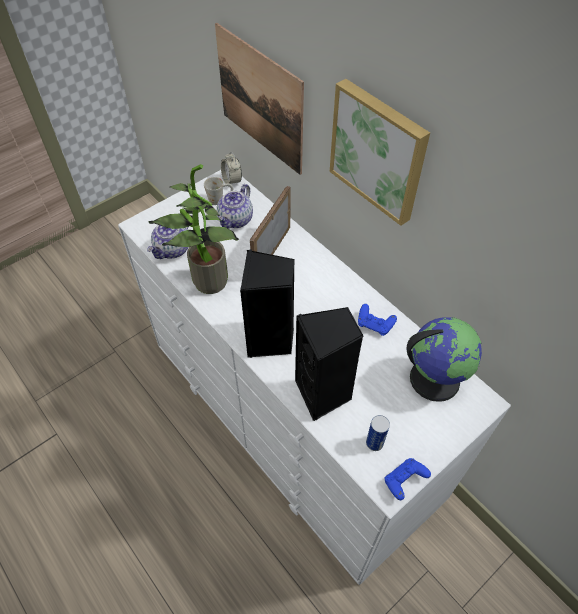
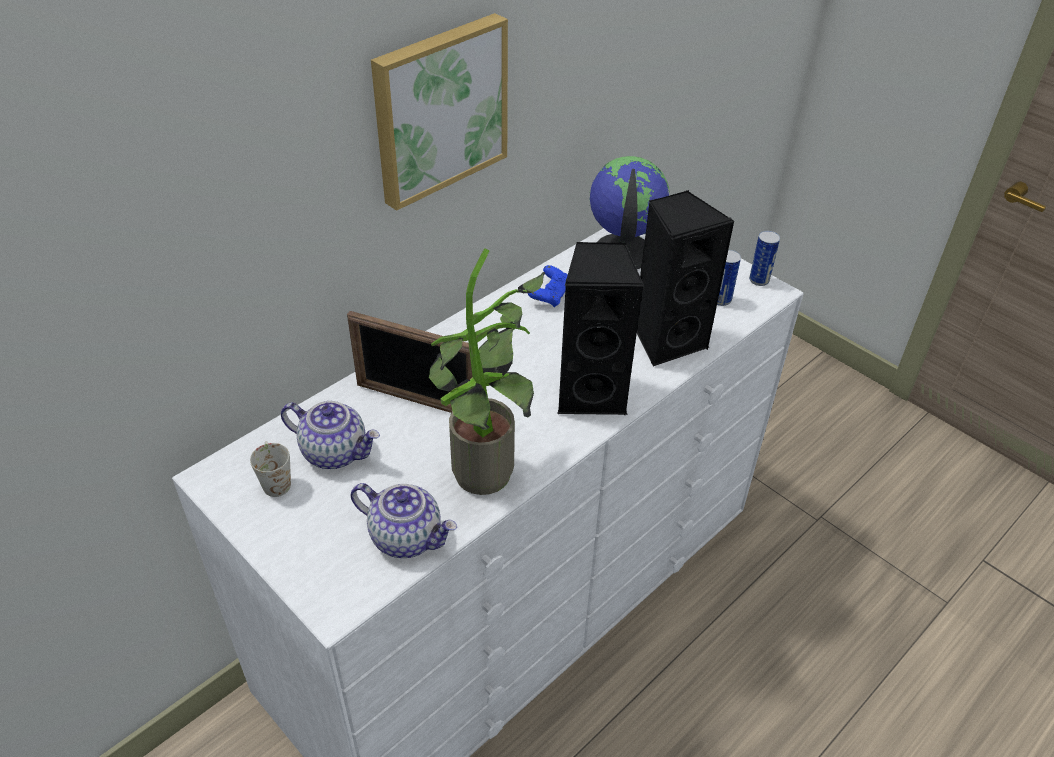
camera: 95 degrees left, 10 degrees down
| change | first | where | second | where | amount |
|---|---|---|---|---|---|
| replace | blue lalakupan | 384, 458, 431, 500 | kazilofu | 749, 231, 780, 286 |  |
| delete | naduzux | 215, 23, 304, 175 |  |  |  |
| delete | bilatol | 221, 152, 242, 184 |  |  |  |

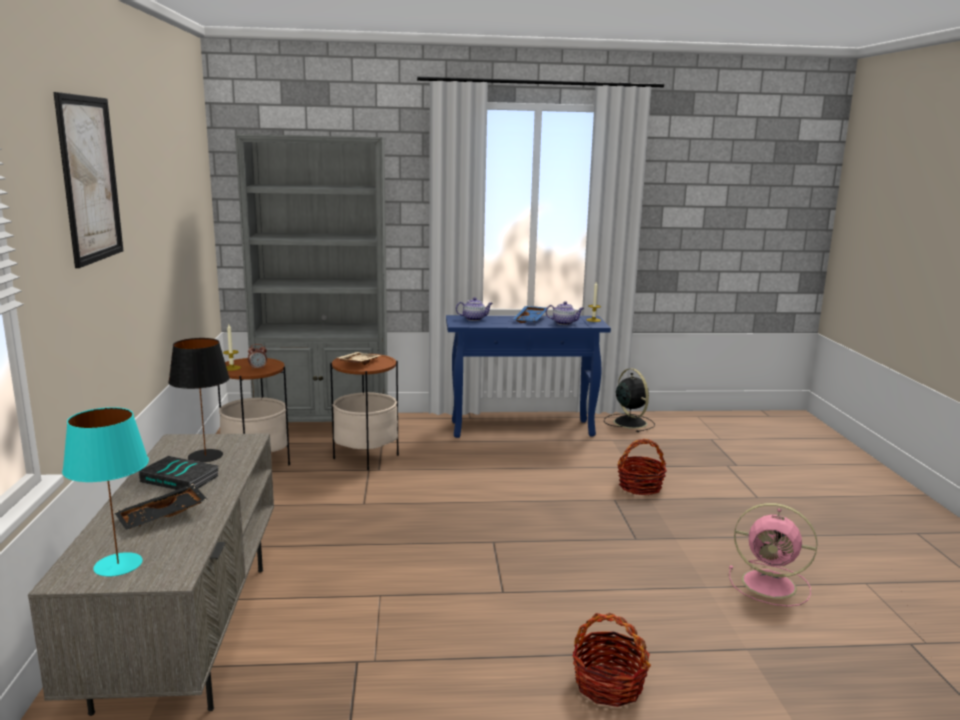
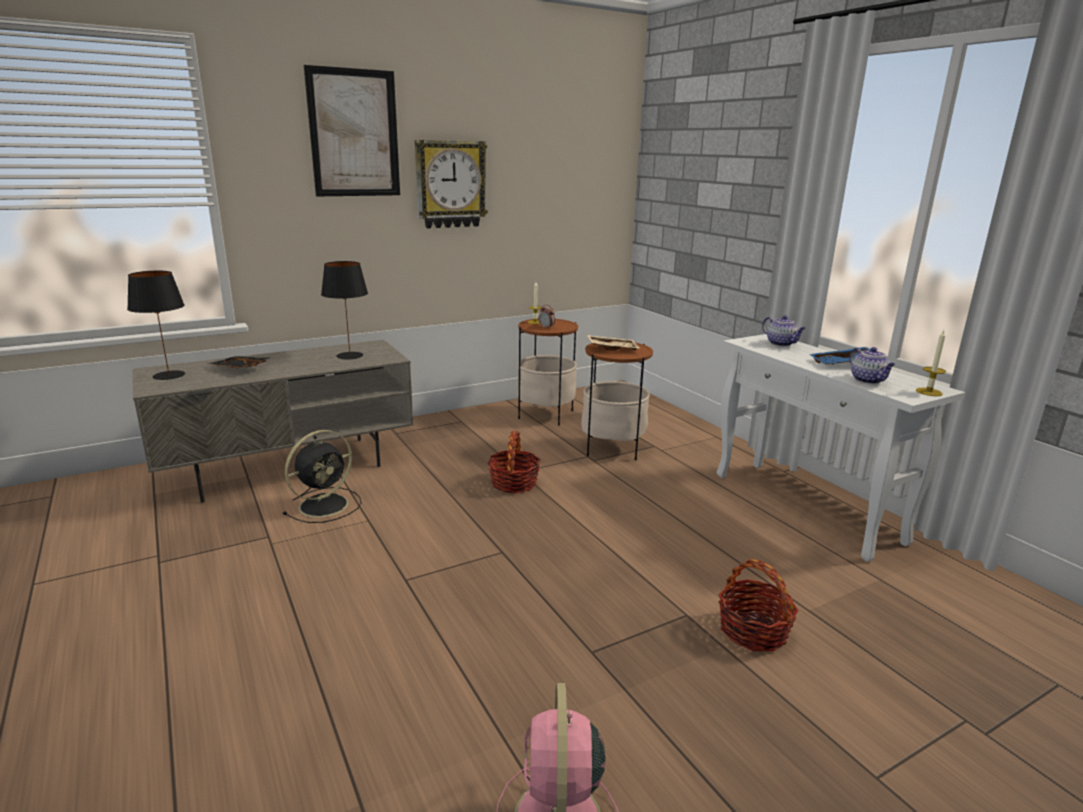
camera: 65 degrees right, 5 degrees up
| change | first | where | second | where | amount |
|---|---|---|---|---|---|
| recolor | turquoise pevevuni | 62, 407, 149, 576 | black pevevuni | 127, 271, 185, 380 |  |
| move | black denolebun | 604, 368, 655, 432 |  | 282, 430, 361, 523 |  |
| insert |  |  | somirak | 415, 140, 488, 228 |  |
| move | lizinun | 573, 613, 651, 707 |  | 487, 431, 541, 493 |  |
| recolor | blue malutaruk | 446, 315, 611, 438 | white malutaruk | 717, 334, 965, 562 |  |
| delete | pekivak | 138, 456, 218, 490 |  |  |  |
| delete | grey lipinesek | 235, 134, 388, 422 |  |  |  |

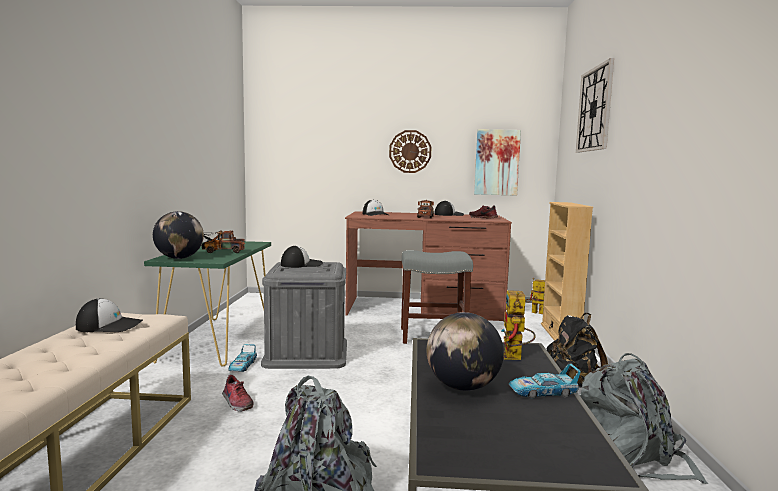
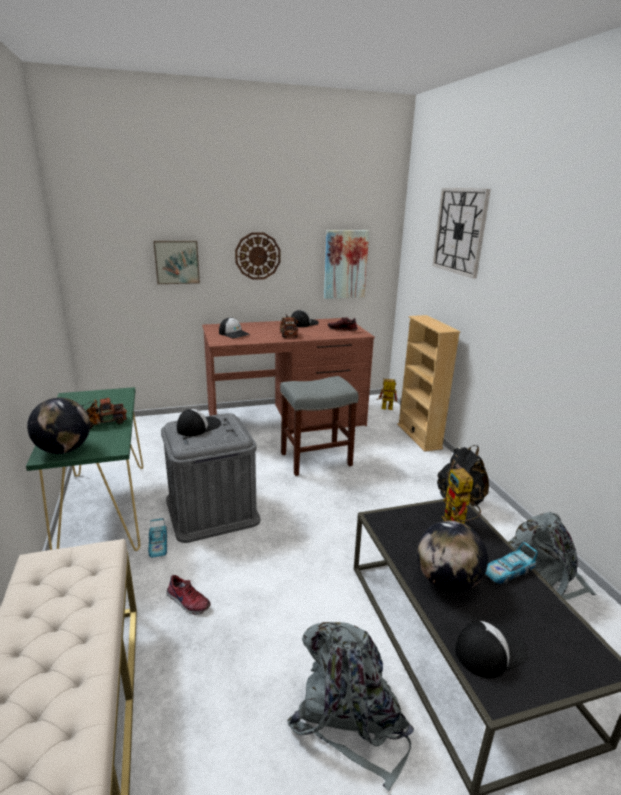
camera: 20 degrees left, 15 degrees up
| change | first | where | second | where | amount |
|---|---|---|---|---|---|
| insert |  |  | naduzux | 153, 241, 200, 284 |  |
| move | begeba | 76, 298, 143, 332 |  | 455, 621, 528, 678 |  |

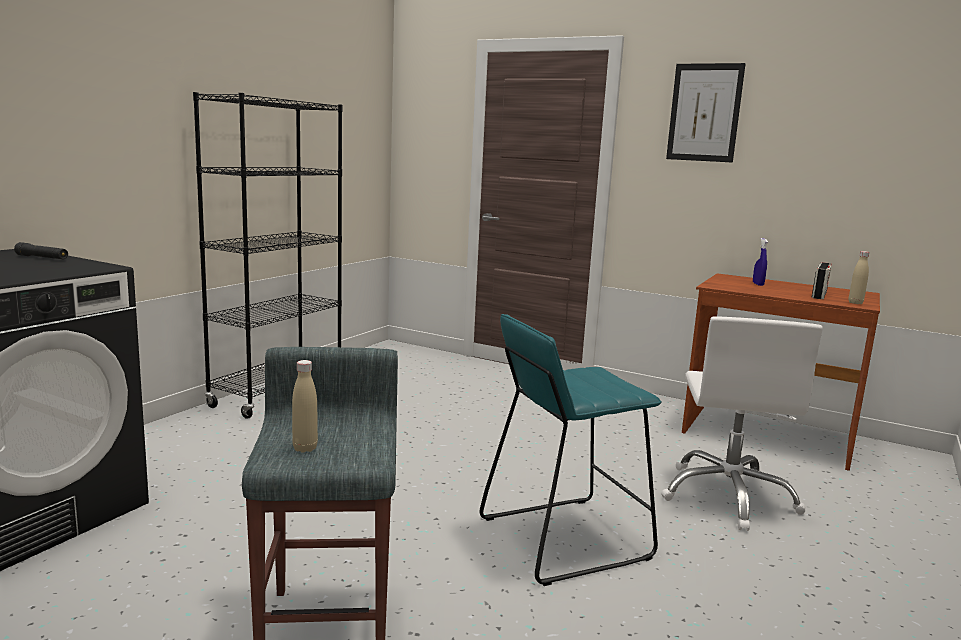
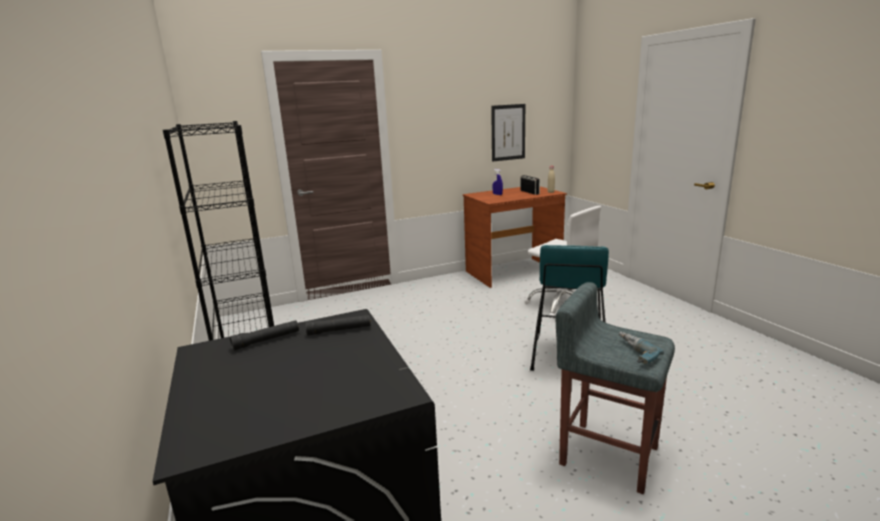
camera: 50 degrees left, 5 degrees up
| change | first | where | second | where | amount |
|---|---|---|---|---|---|
| insert |  |  | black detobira | 306, 315, 371, 336 |  |
| move | naduzux | 666, 63, 746, 163 |  | 491, 104, 525, 162 |  |
| replace | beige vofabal | 292, 360, 318, 453 | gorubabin | 619, 332, 664, 364 |  |

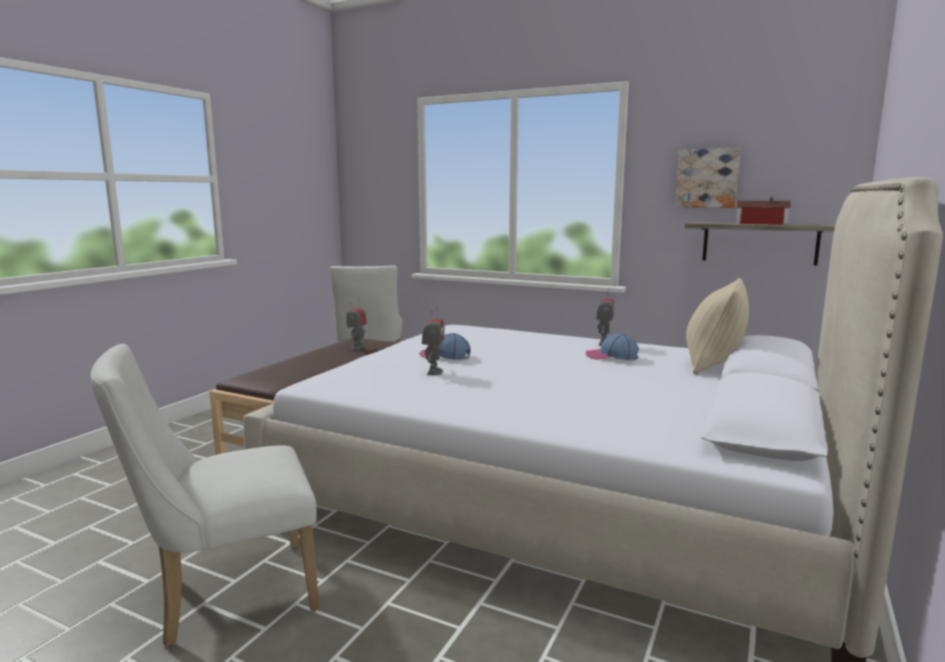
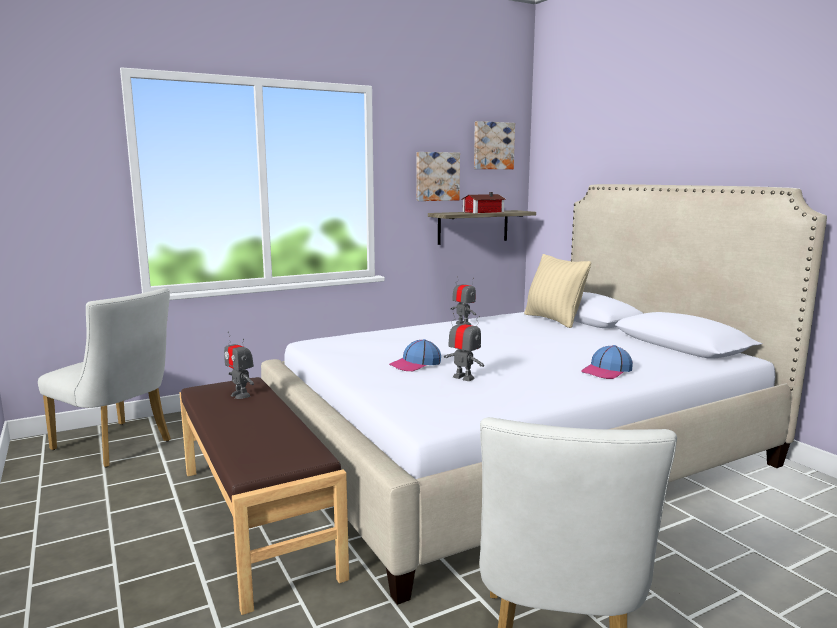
camera: 55 degrees left, 0 degrees up
| change | first | where | second | where | amount |
|---|---|---|---|---|---|
| insert |  |  | naduzux | 474, 121, 515, 169 |  |
| move | begeba | 586, 333, 639, 360 |  | 581, 345, 633, 379 |  |

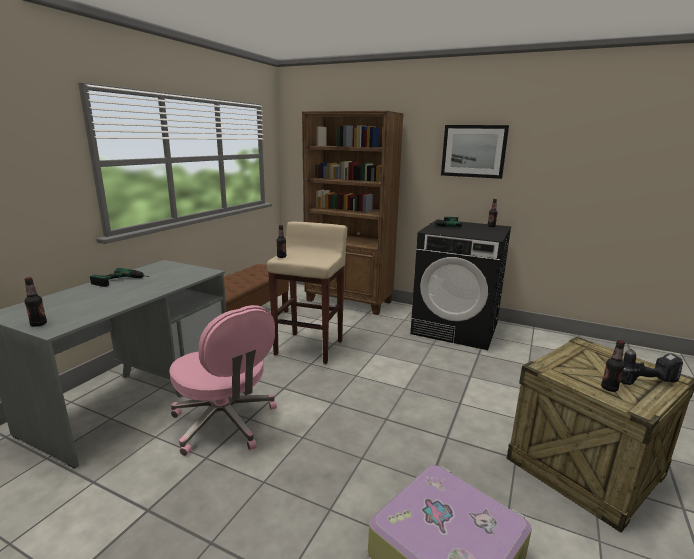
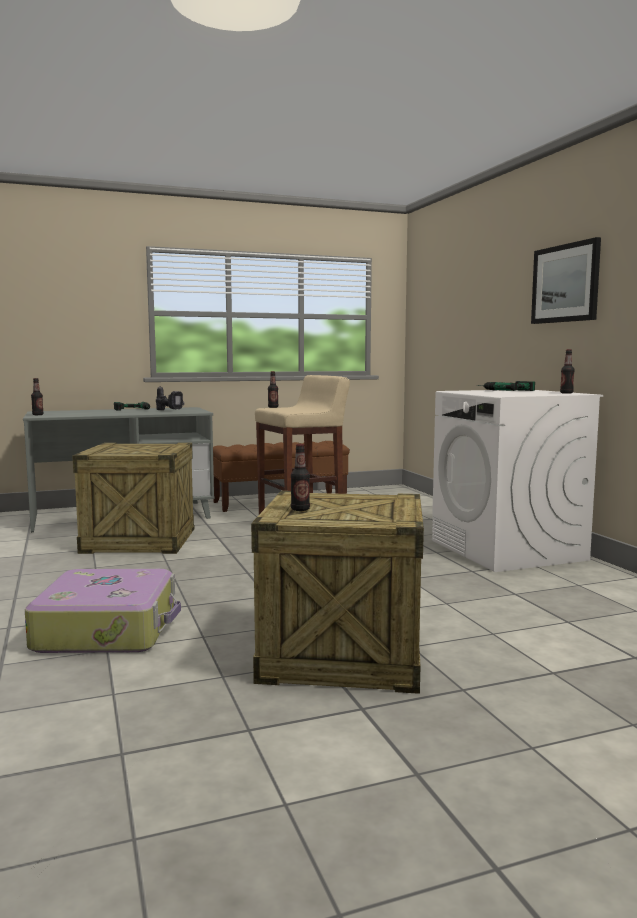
camera: 45 degrees right, 10 degrees down
| change | first | where | second | where | amount |
|---|---|---|---|---|---|
| replace | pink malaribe | 169, 305, 277, 456 | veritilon | 72, 443, 195, 554 |  |
| move | gorubabin | 620, 349, 683, 385 |  | 156, 386, 185, 410 |  |
| recolor | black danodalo | 410, 219, 511, 350 | white danodalo | 432, 390, 603, 572 |  |
| delete | brown lipinesek | 302, 111, 404, 315 |  |  |  |

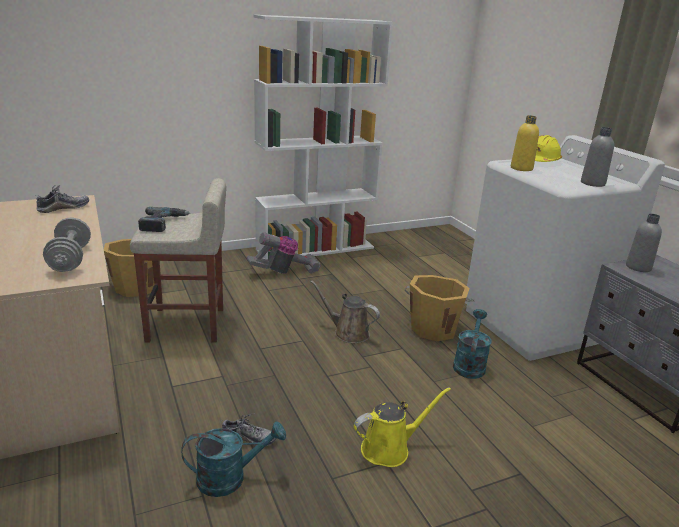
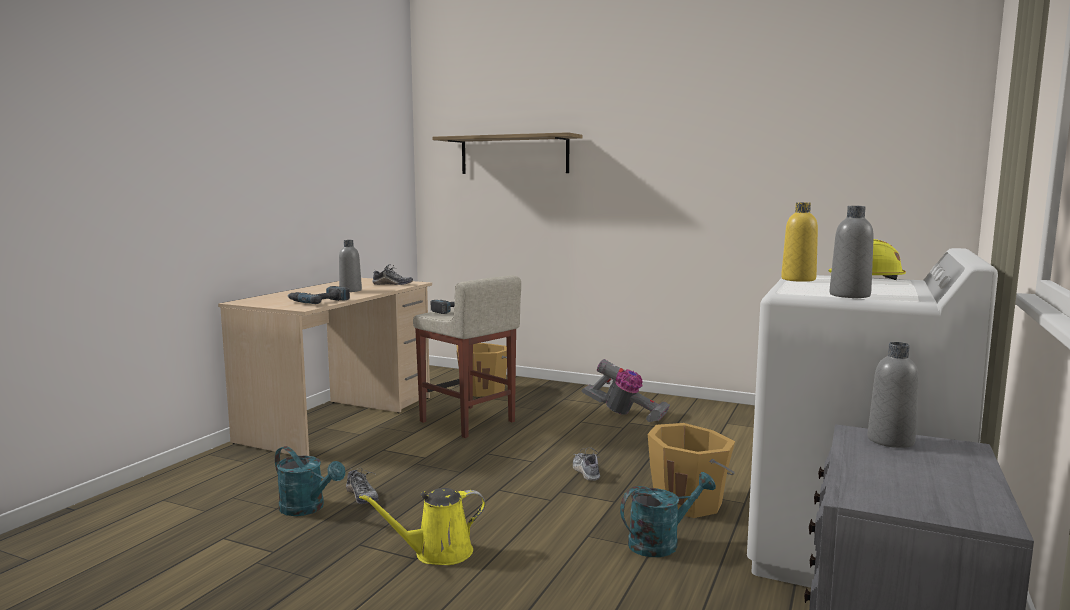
camera: 50 degrees right, 15 degrees down
| change | first | where | second | where | amount |
|---|---|---|---|---|---|
| replace | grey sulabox | 43, 217, 91, 272 | gorubabin | 288, 286, 350, 304 |  |
| insert |  |  | grey vofabal | 339, 240, 362, 292 |  |
| rotate | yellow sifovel | 354, 387, 451, 467 |  | 359, 488, 486, 565 | 135 degrees clockwise |
| insert |  |  | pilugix | 432, 132, 583, 174 |  |
| replace | brown sifovel | 311, 281, 380, 343 | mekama | 573, 447, 600, 481 |  |
| delete | white lipinesek | 253, 15, 393, 260 |  |  |  |

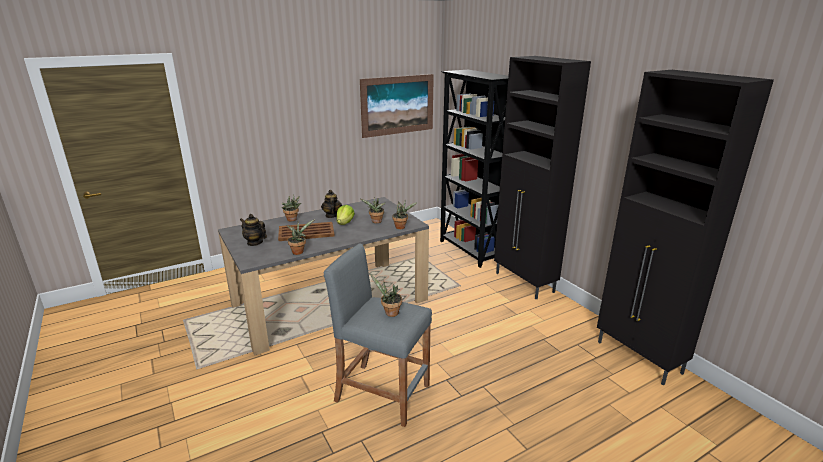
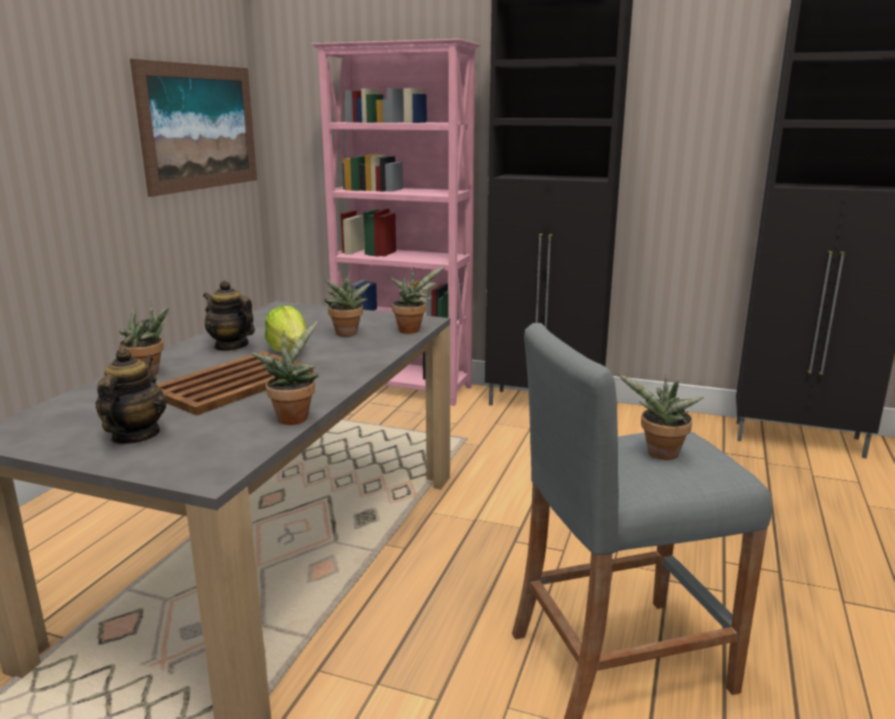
camera: 40 degrees left, 5 degrees down
| change | first | where | second | where | amount |
|---|---|---|---|---|---|
| rotate | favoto | 240, 214, 267, 246 |  | 95, 348, 167, 444 | 105 degrees clockwise |
| recolor | black lipinesek | 440, 70, 508, 268 | pink lipinesek | 311, 39, 480, 406 |  |

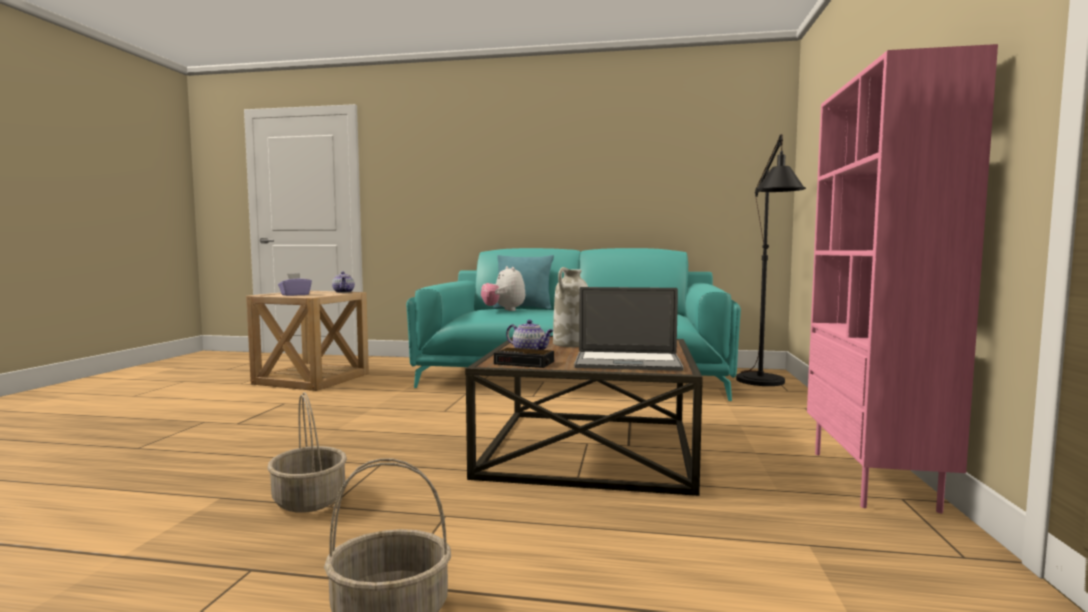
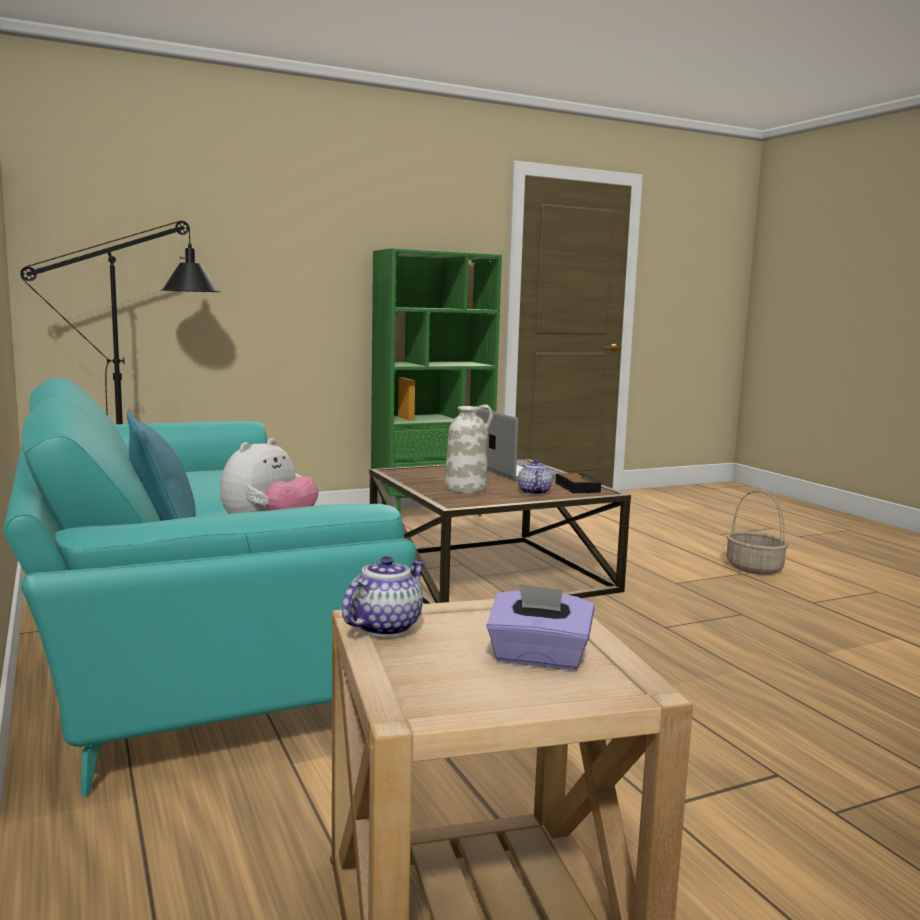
camera: 125 degrees left, 5 degrees up
| change | first | where | second | where | amount |
|---|---|---|---|---|---|
| recolor | pink lipinesek | 807, 44, 998, 514 | green lipinesek | 371, 248, 502, 516 |  |
| delete | lizinun | 267, 392, 347, 513 |  |  |  |

